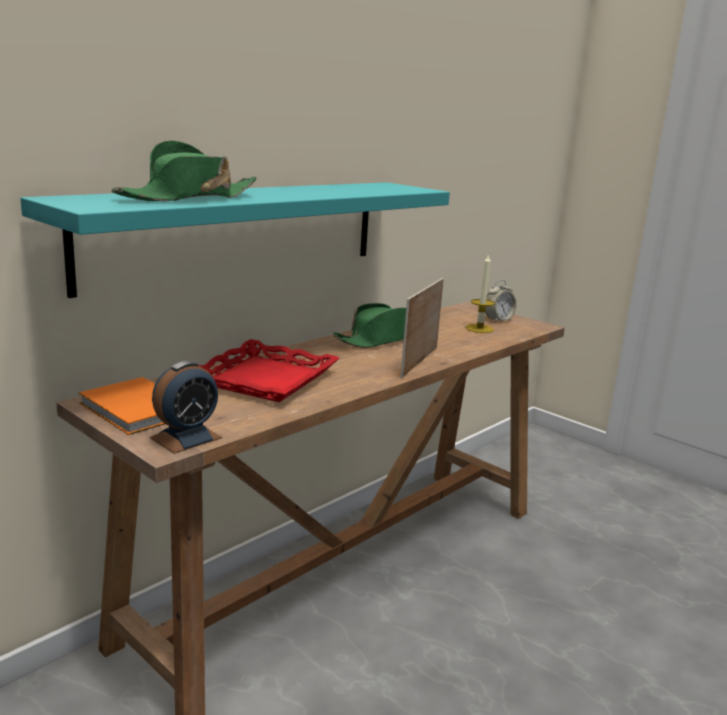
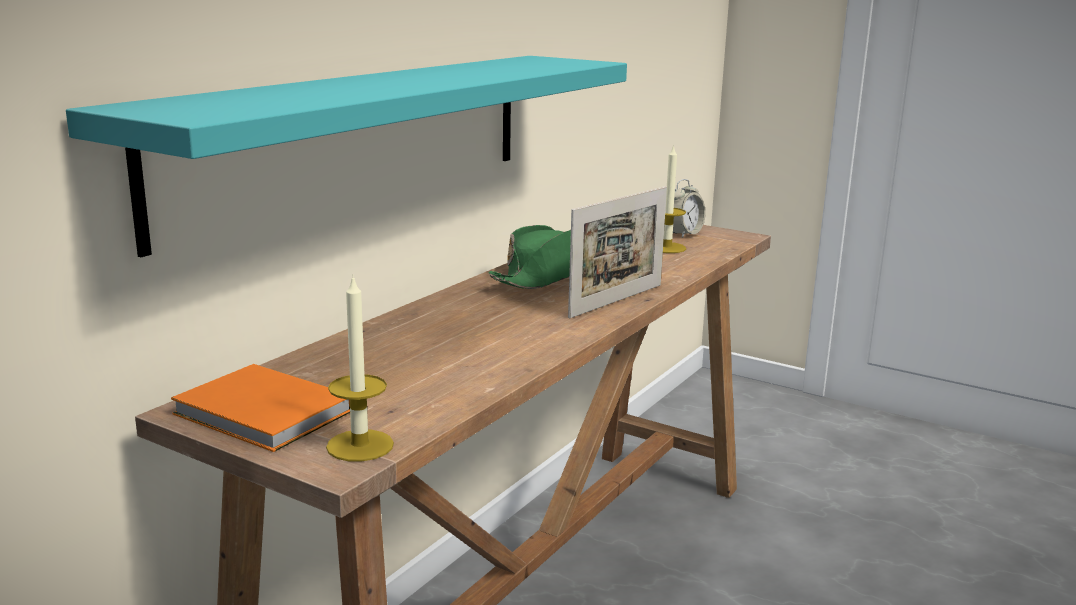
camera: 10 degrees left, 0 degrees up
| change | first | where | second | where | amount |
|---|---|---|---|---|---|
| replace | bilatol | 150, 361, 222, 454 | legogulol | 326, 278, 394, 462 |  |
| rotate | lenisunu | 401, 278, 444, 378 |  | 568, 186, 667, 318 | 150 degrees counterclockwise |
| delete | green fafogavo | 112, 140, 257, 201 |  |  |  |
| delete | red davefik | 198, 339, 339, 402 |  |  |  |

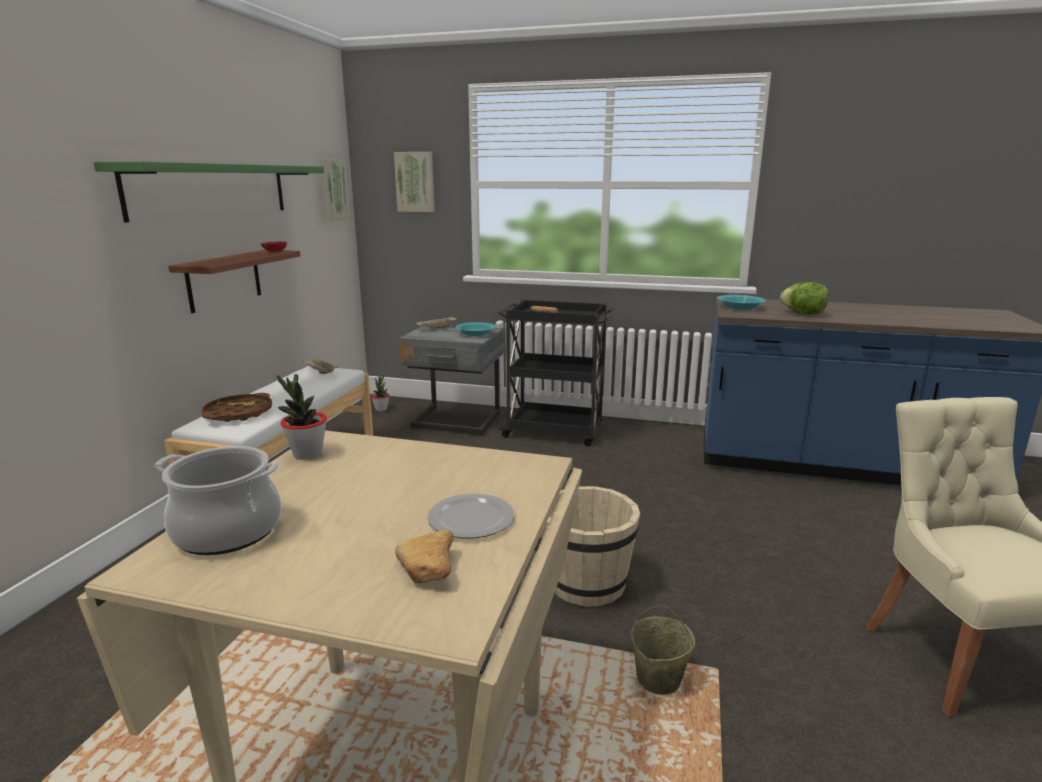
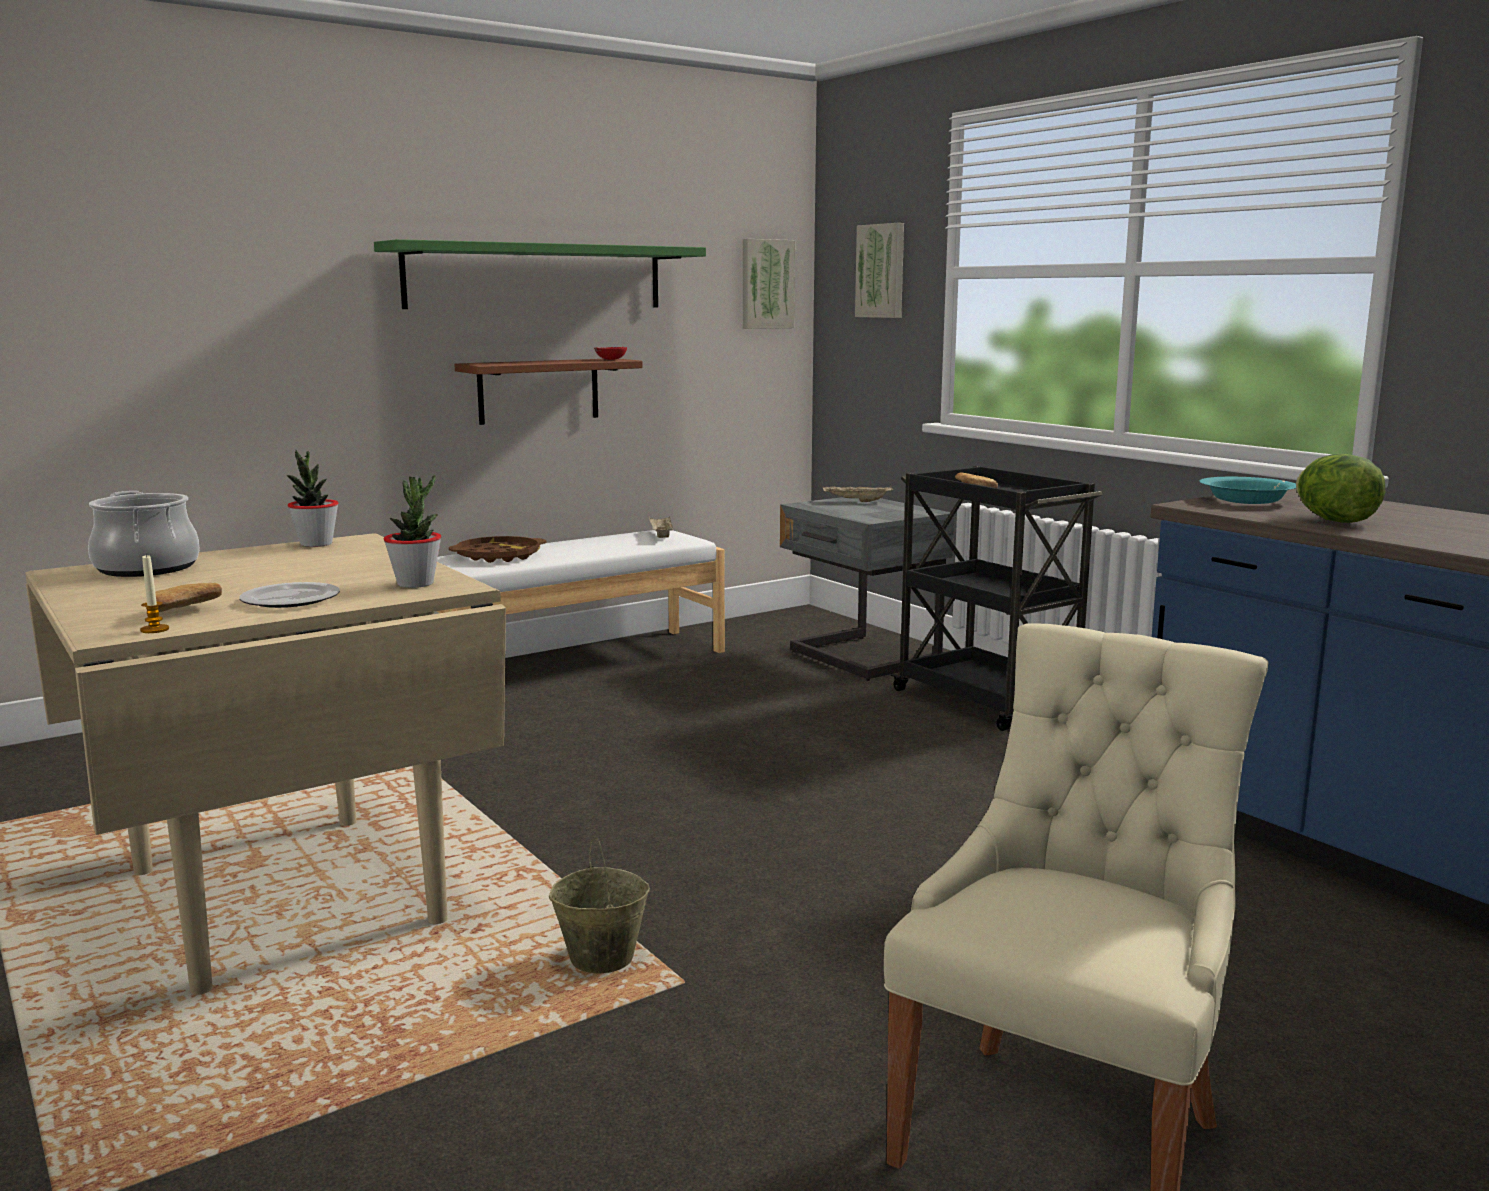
camera: 40 degrees right, 5 degrees down
| change | first | where | second | where | amount |
|---|---|---|---|---|---|
| insert |  |  | legogulol | 140, 554, 169, 633 |  |
| move | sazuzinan | 371, 375, 389, 411 |  | 384, 475, 442, 588 |  |
| delete | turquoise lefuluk | 456, 322, 496, 336 |  |  |  |
| delete | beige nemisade | 546, 486, 640, 607 |  |  |  |

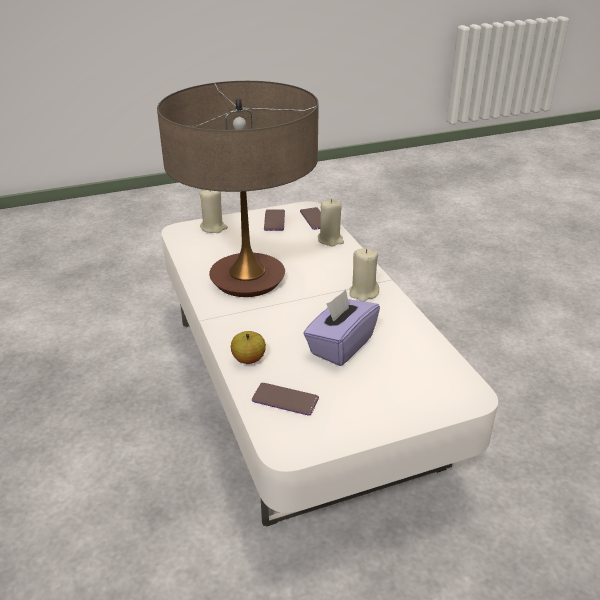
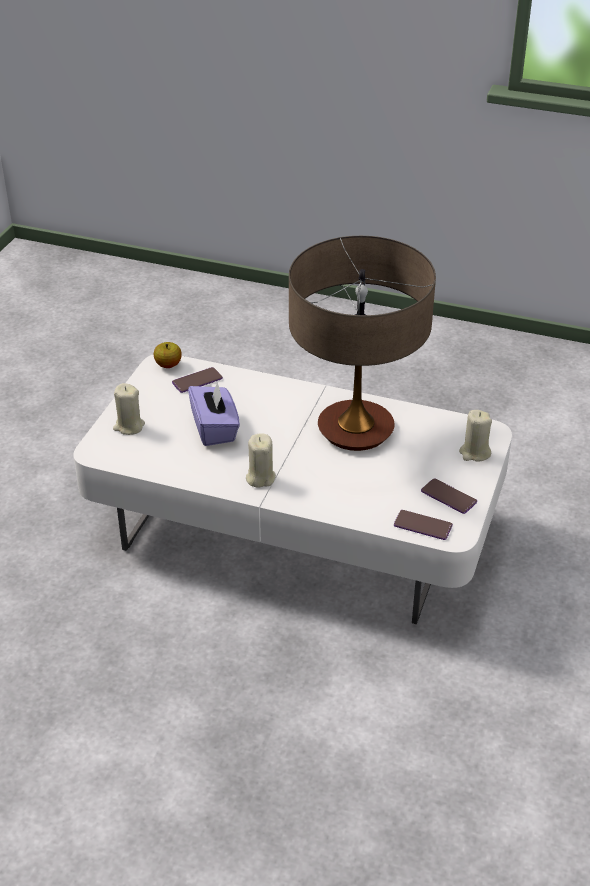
camera: 130 degrees right, 5 degrees up
| change | first | where | second | where | amount |
|---|---|---|---|---|---|
| move | beige legogulol | 318, 199, 344, 246 |  | 113, 383, 145, 435 |  |
| move | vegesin | 231, 331, 266, 364 |  | 154, 342, 182, 368 |  |

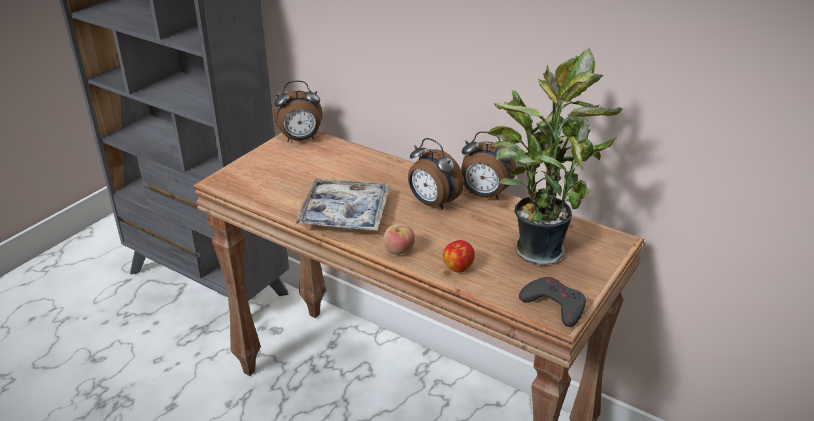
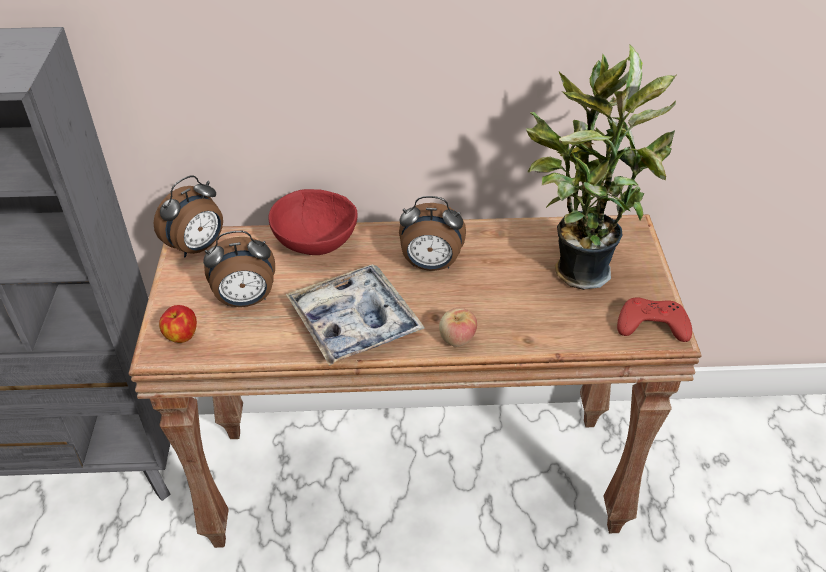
camera: 35 degrees left, 10 degrees up
| change | first | where | second | where | amount |
|---|---|---|---|---|---|
| move | vegesin | 443, 240, 475, 273 |  | 159, 305, 197, 343 |  |
| move | bilatol | 461, 131, 516, 199 |  | 203, 231, 275, 307 |  |
| insert |  |  | red lefuluk | 268, 189, 357, 255 |  |
| recolor | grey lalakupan | 519, 277, 586, 327 | red lalakupan | 617, 297, 692, 342 |  |

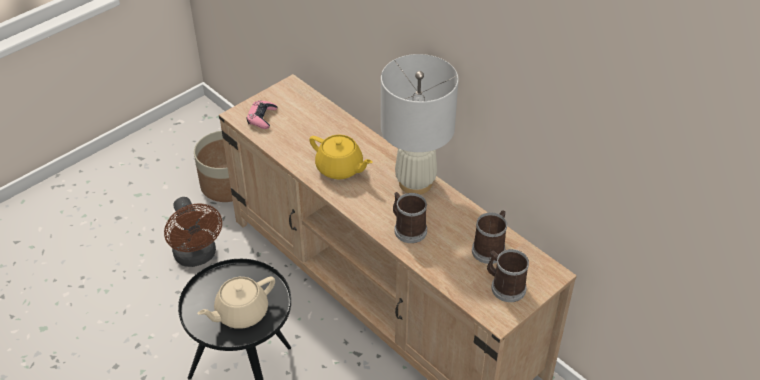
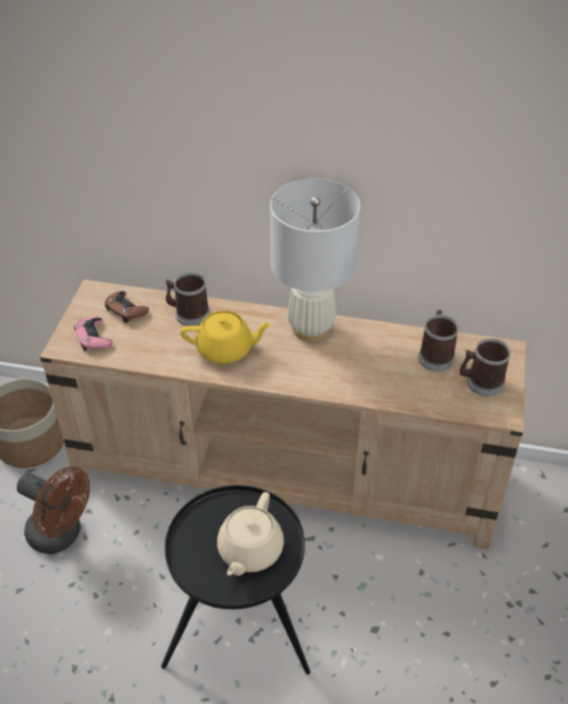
camera: 35 degrees left, 0 degrees up
| change | first | where | second | where | amount |
|---|---|---|---|---|---|
| insert |  |  | brown lalakupan | 104, 291, 149, 323 |  |
| move | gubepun | 393, 192, 427, 243 |  | 166, 272, 210, 326 |  |

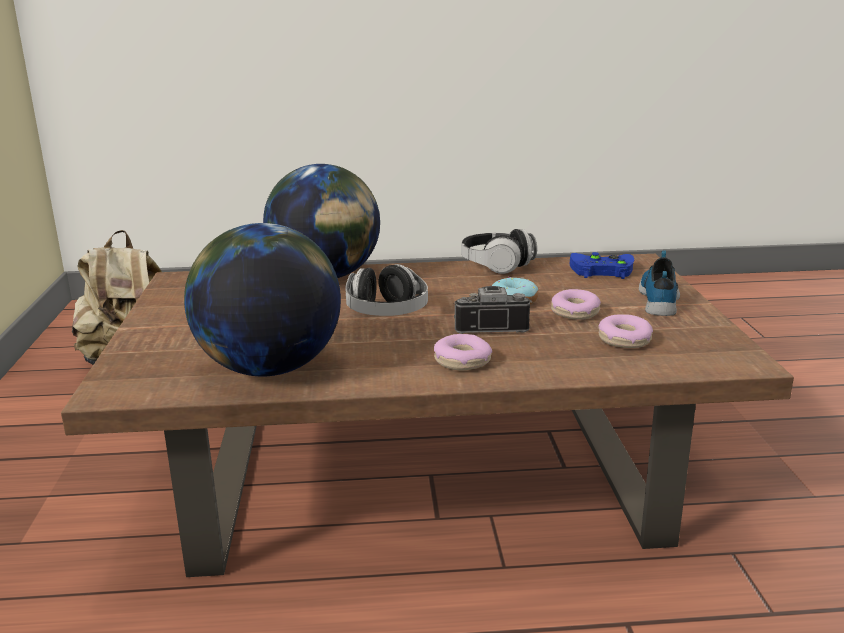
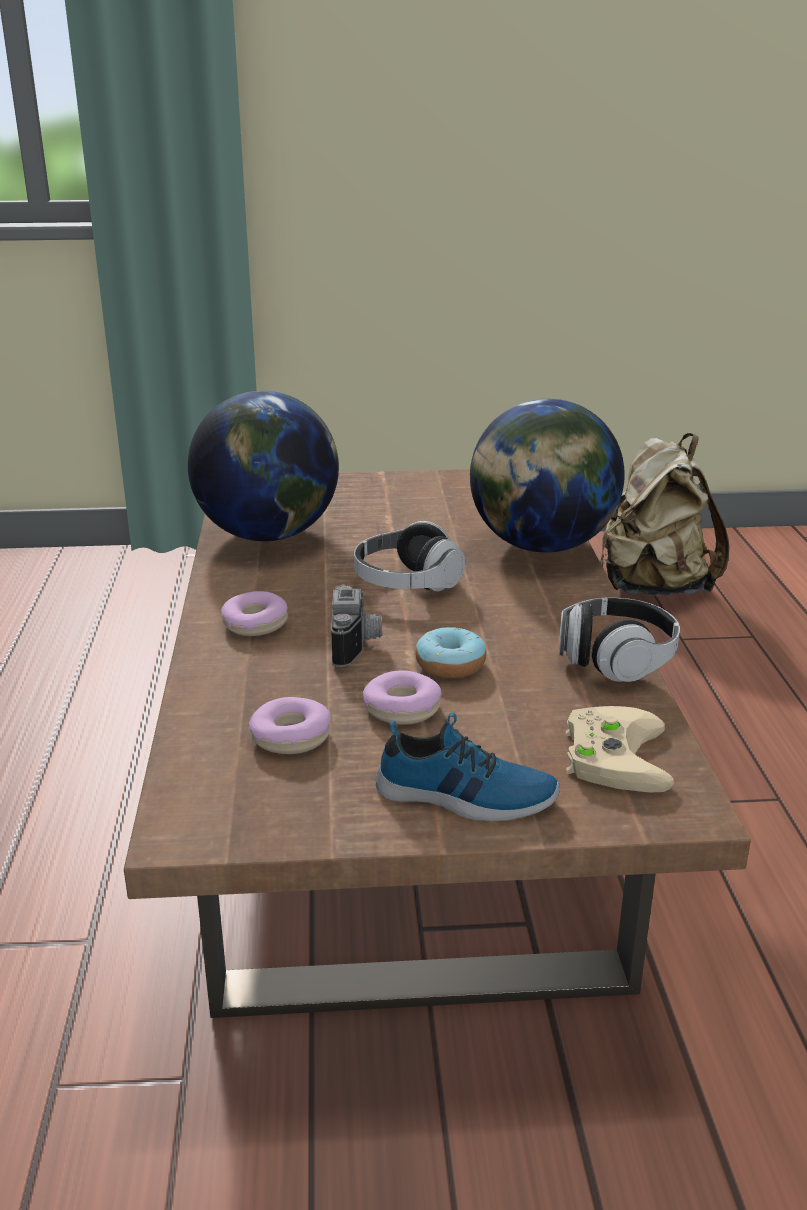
camera: 90 degrees right, 5 degrees up
| change | first | where | second | where | amount |
|---|---|---|---|---|---|
| recolor | blue lalakupan | 570, 252, 634, 279 | beige lalakupan | 566, 706, 674, 793 |  |

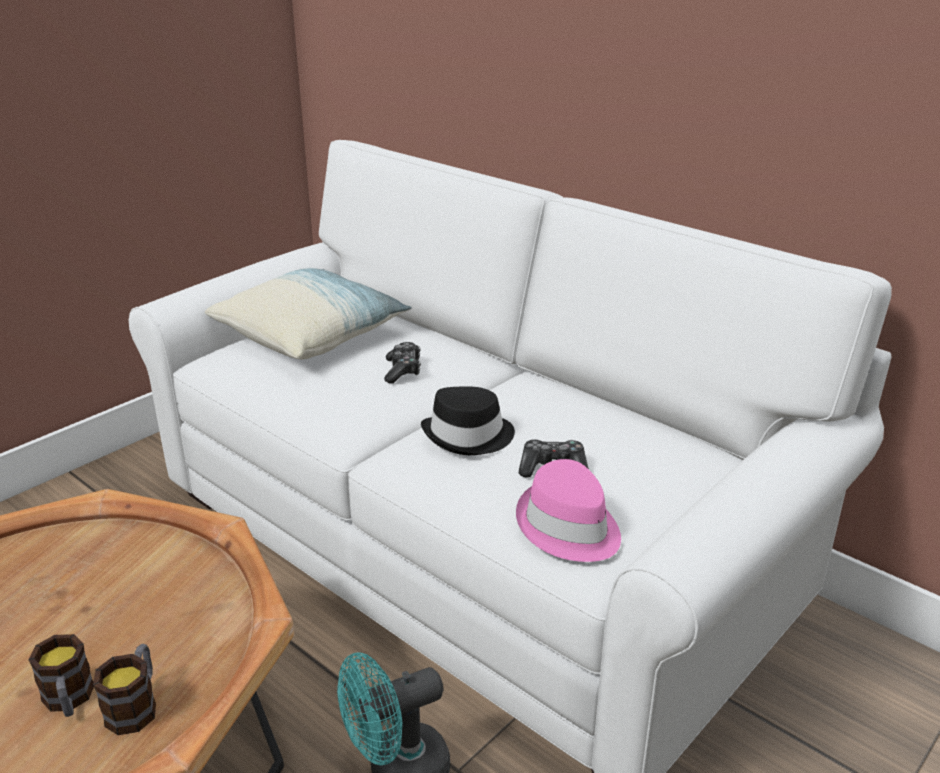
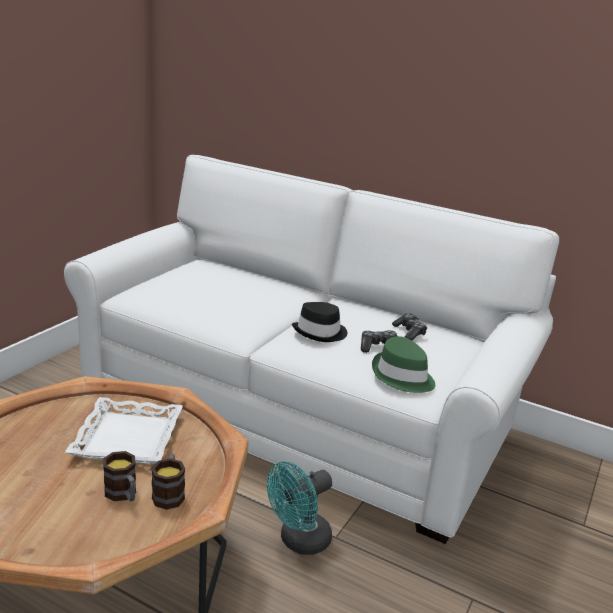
camera: 15 degrees left, 5 degrees down
| change | first | where | second | where | amount |
|---|---|---|---|---|---|
| insert |  |  | white davefik | 65, 397, 183, 464 |  |
| recolor | pink fafogavo | 516, 459, 621, 562 | green fafogavo | 372, 336, 435, 393 |  |
| move | lalakupan | 384, 342, 421, 383 |  | 392, 313, 427, 341 |  |
| delete | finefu | 205, 268, 412, 359 |  |  |  |

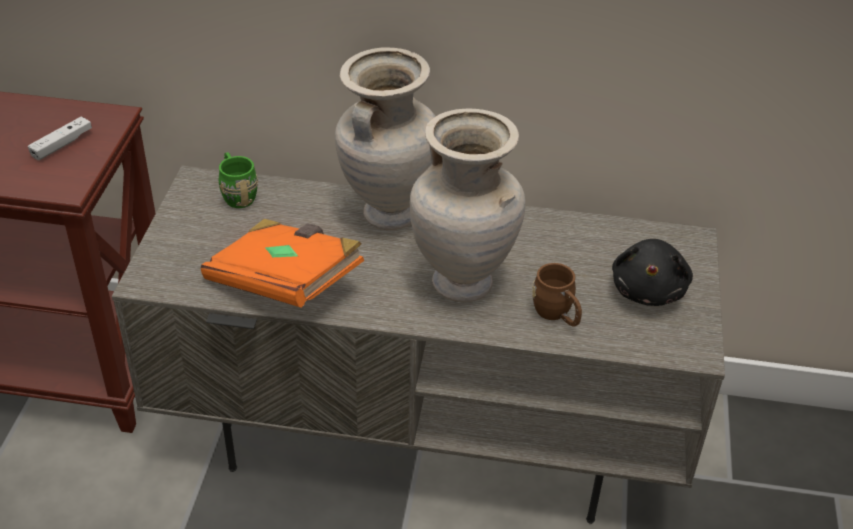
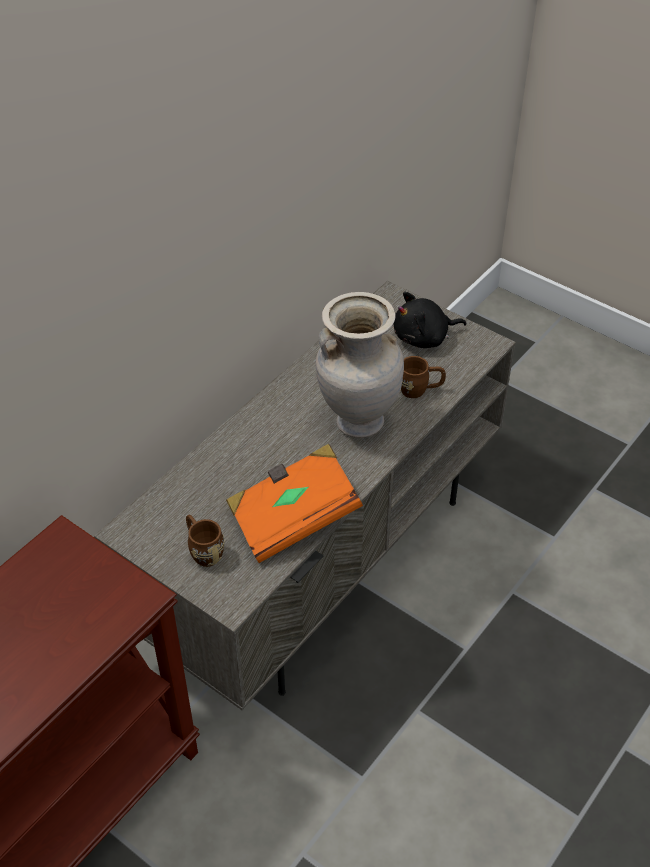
camera: 60 degrees left, 5 degrees up
| change | first | where | second | where | amount |
|---|---|---|---|---|---|
| insert |  |  | brown gubepun | 186, 514, 225, 567 |  |
| rotate | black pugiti | 612, 239, 693, 306 |  | 393, 292, 466, 348 | 120 degrees clockwise |
| delete | white lalakupan | 28, 117, 92, 160 |  |  |  |
| delete | green gubepun | 219, 152, 258, 208 |  |  |  |
| delete | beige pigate | 335, 48, 436, 230 |  |  |  |

